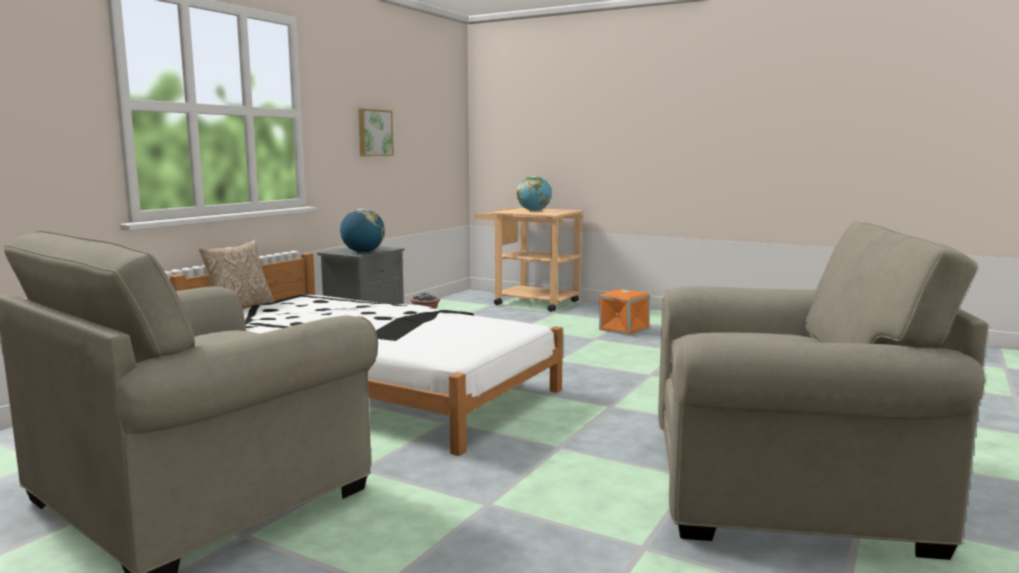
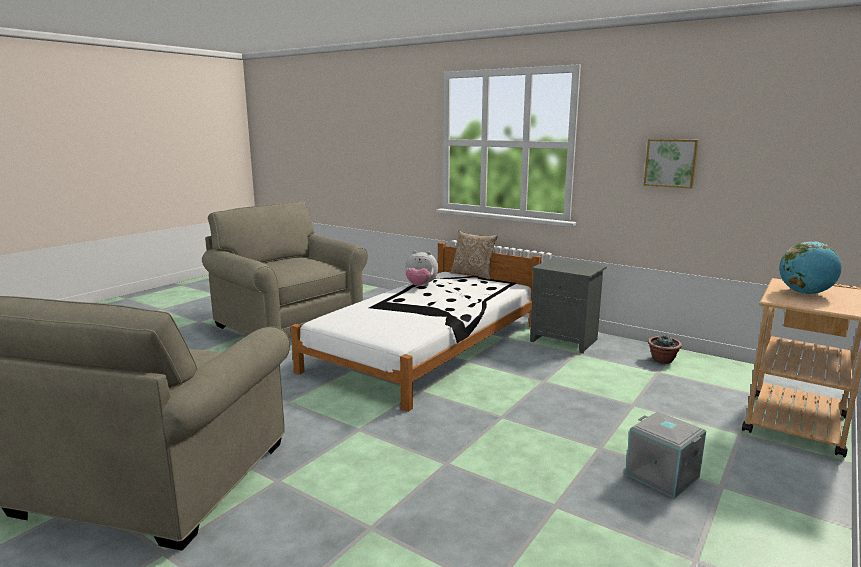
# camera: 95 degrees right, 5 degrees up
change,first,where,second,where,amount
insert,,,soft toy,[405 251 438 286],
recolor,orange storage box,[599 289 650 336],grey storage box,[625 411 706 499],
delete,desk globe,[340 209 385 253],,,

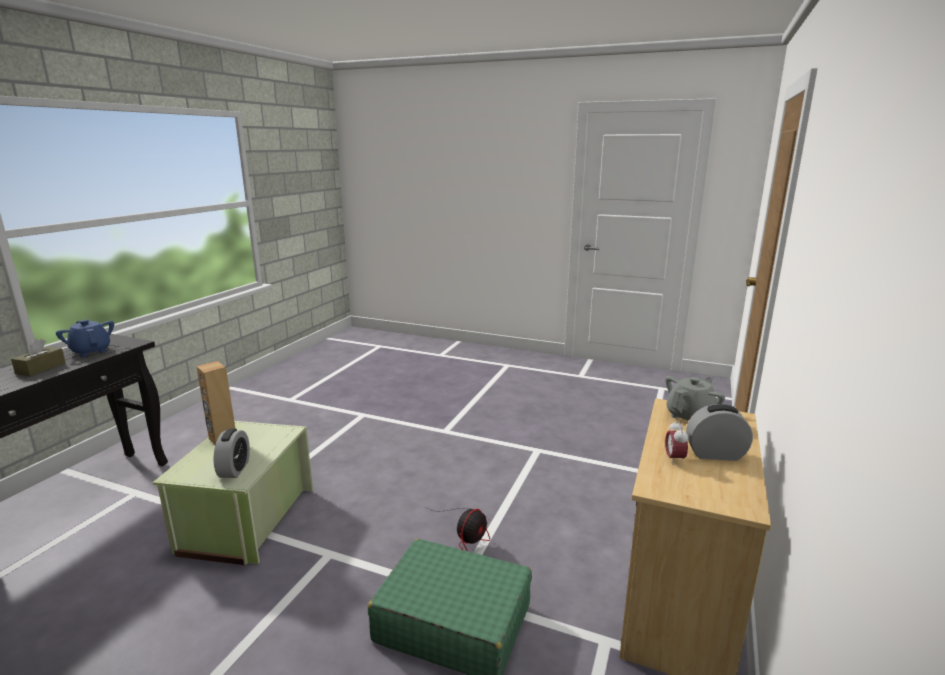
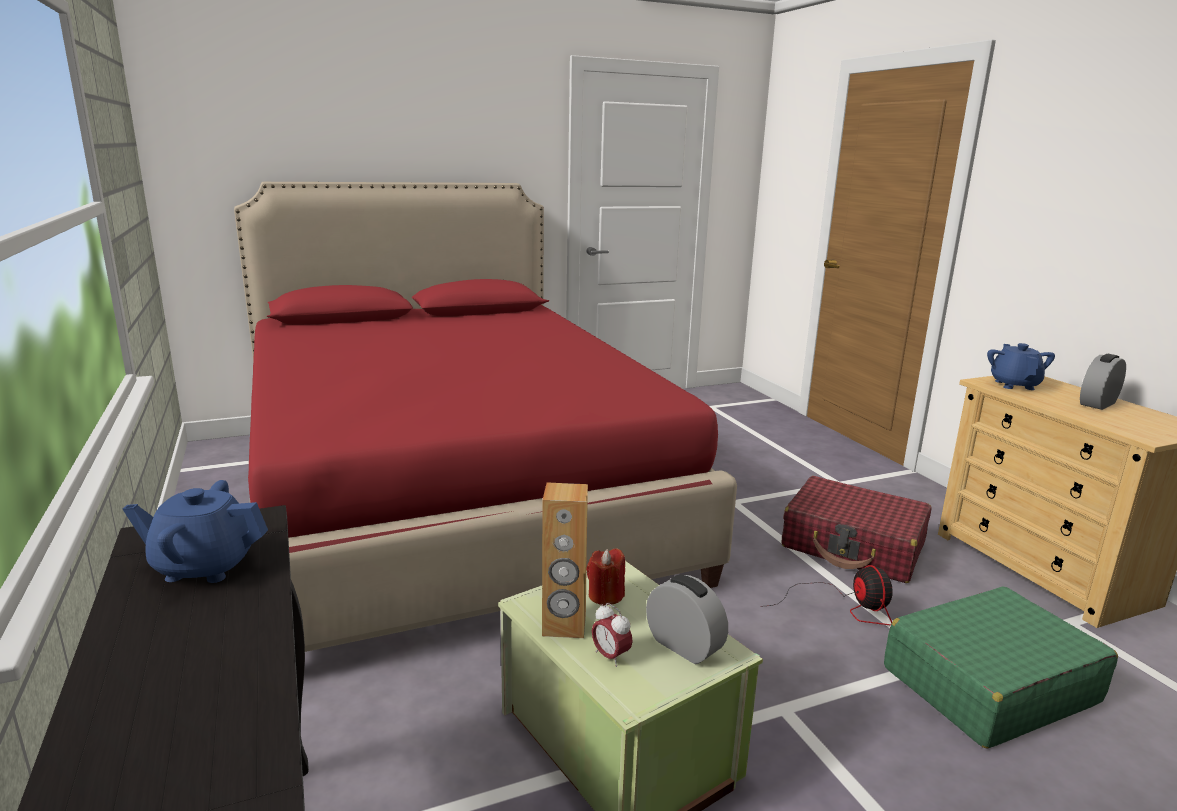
# camera: 45 degrees left, 0 degrees up
change,first,where,second,where,amount
insert,,,red bedroom bed,[234 182 737 652],
insert,,,red wax candle,[586 548 625 606],
move,alarm clock,[665 420 688 465],,[592 603 633 667],
insert,,,red travel case,[781 476 932 583],
recolor,grey teapot,[665 376 725 421],blue teapot,[987 343 1055 390],
delete,brown-coloured tissue holder,[11 339 66 376],,,

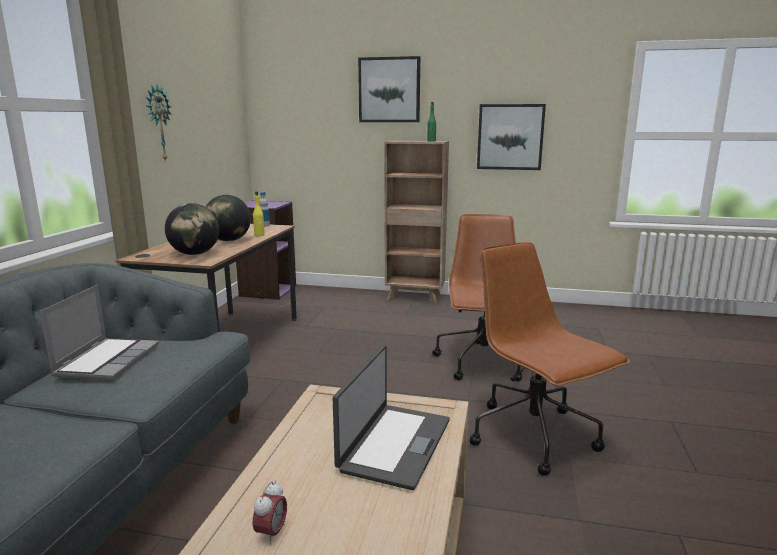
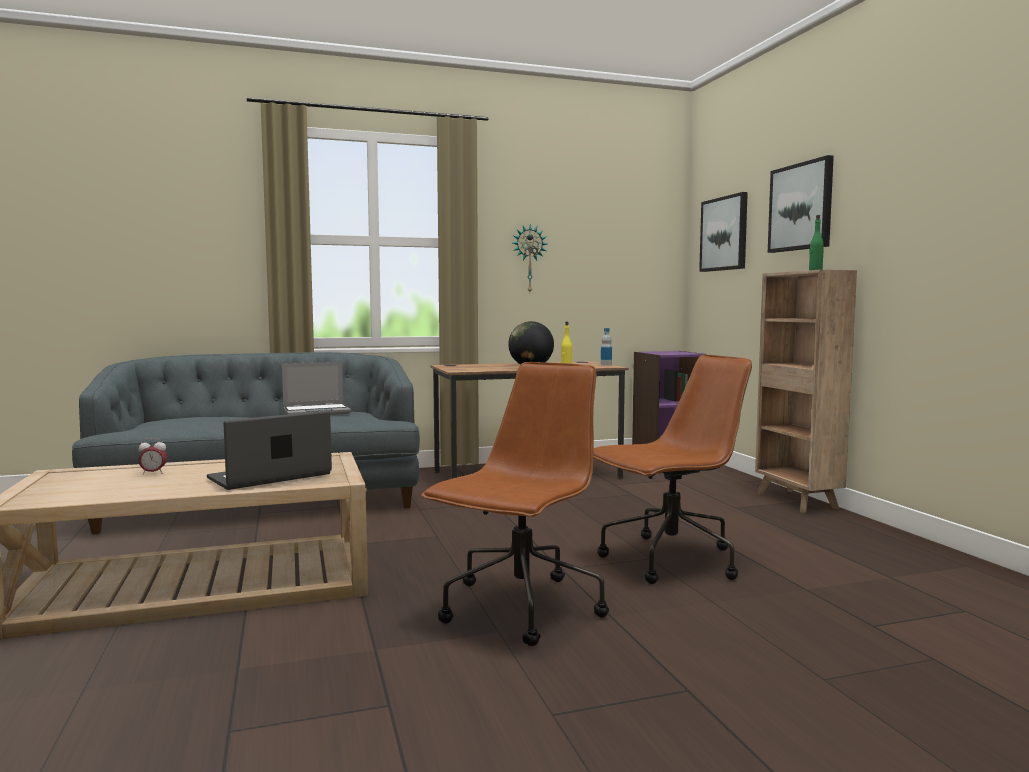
# camera: 60 degrees right, 10 degrees down
change,first,where,second,where,amount
rotate,notebook computer,[333 345 450 490],,[207 411 332 490],150 degrees clockwise
move,picture,[477 104 546 170],,[699 192 748 272],
delete,desk globe,[165 203 219 255],,,

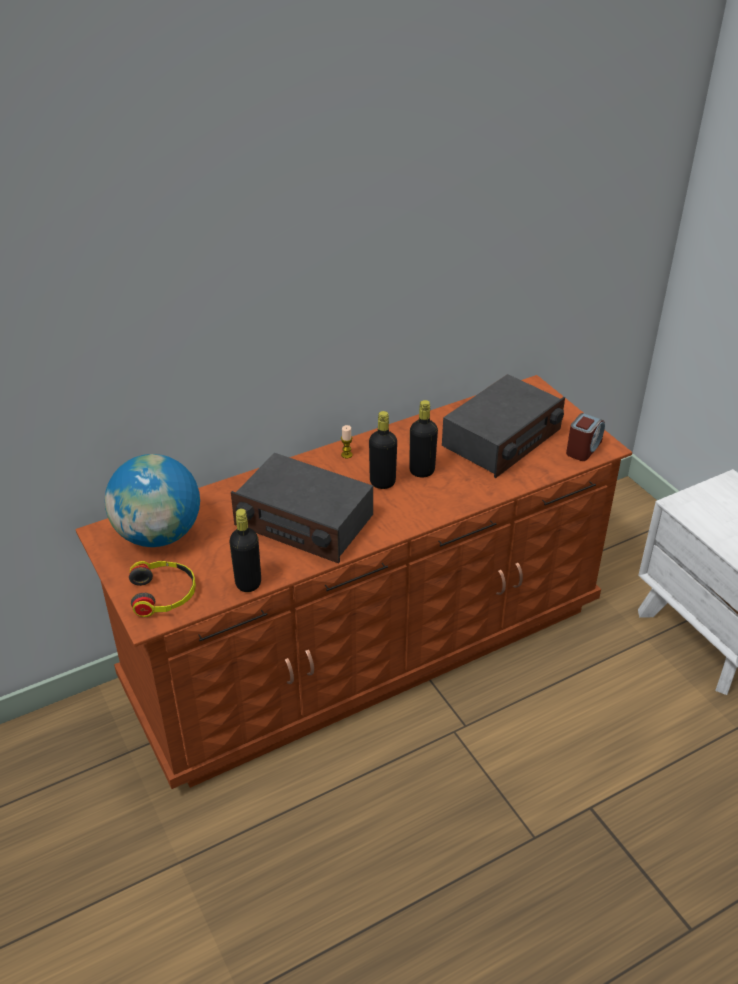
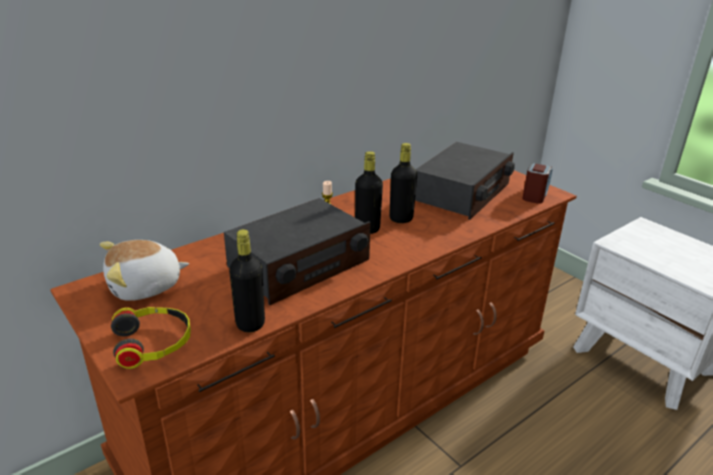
# camera: 10 degrees left, 10 degrees down
change,first,where,second,where,amount
replace,desk globe,[105 454 200 547],soft toy,[100 240 189 301],
rotate,radio set,[231 453 373 564],,[224 198 371 305],60 degrees counterclockwise

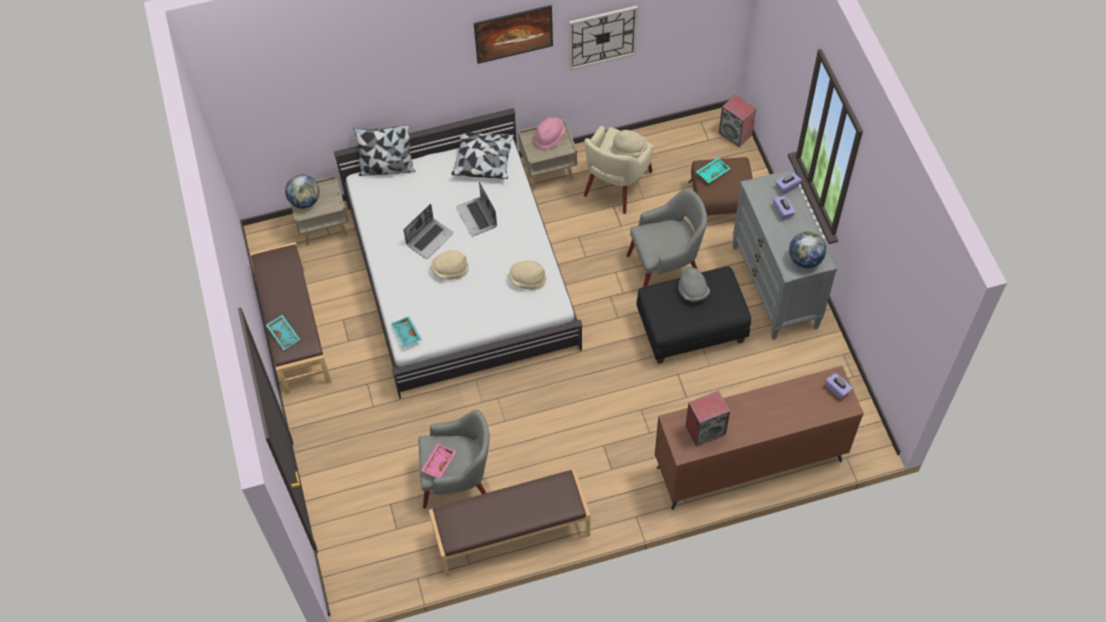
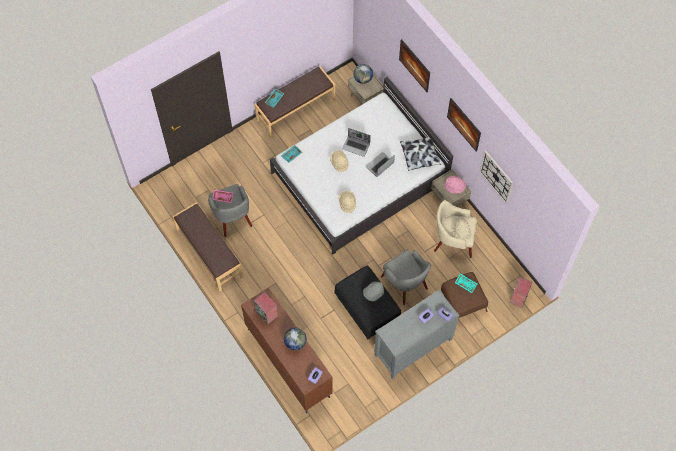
# camera: 70 degrees right, 5 degrees up
change,first,where,second,where,amount
move,desk globe,[789 231 826 268],,[284 328 306 350],
insert,,,picture,[399 39 430 92],
delete,throw pillow,[353 125 415 176],,,

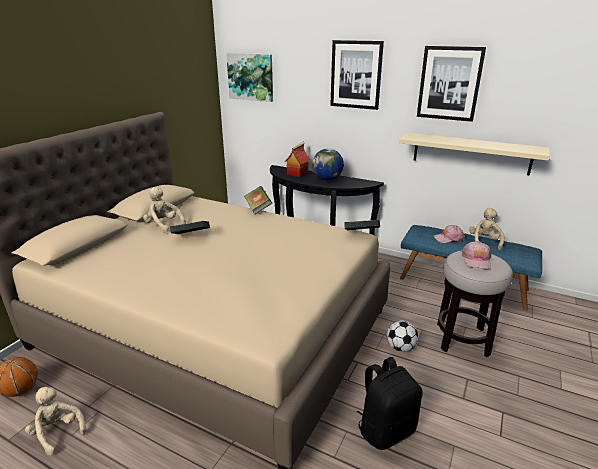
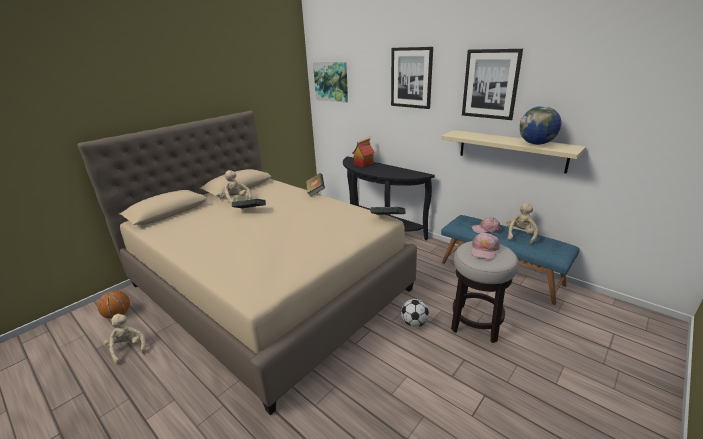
# camera: 15 degrees right, 0 degrees up
change,first,where,second,where,amount
move,desk globe,[312 148 344 181],,[520 106 561 145],
delete,black-coloured rucksack,[356 357 423 450],,,

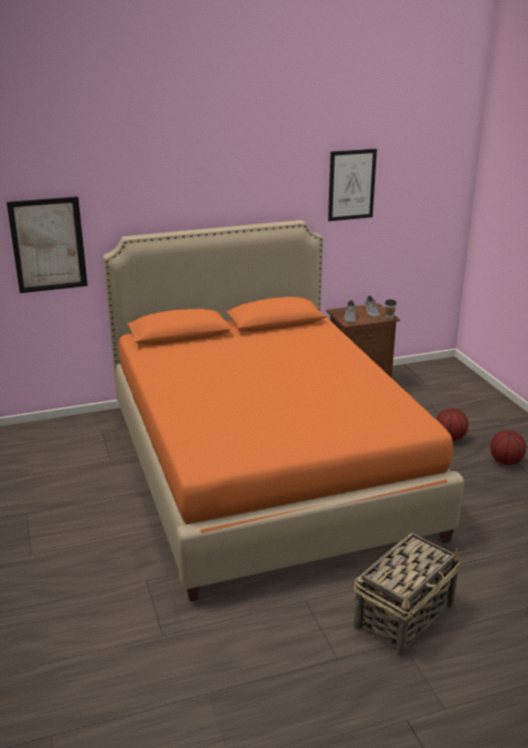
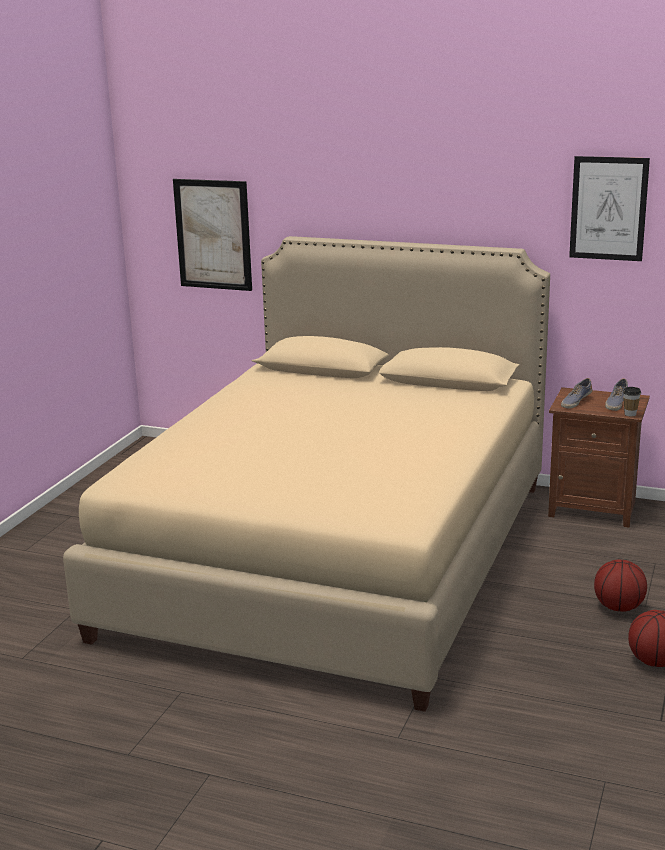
# camera: 40 degrees right, 5 degrees down
change,first,where,second,where,amount
recolor,orange bedroom bed,[103 220 464 602],sand-coloured bedroom bed,[63 236 550 712],
delete,household basket,[353 533 461 656],,,

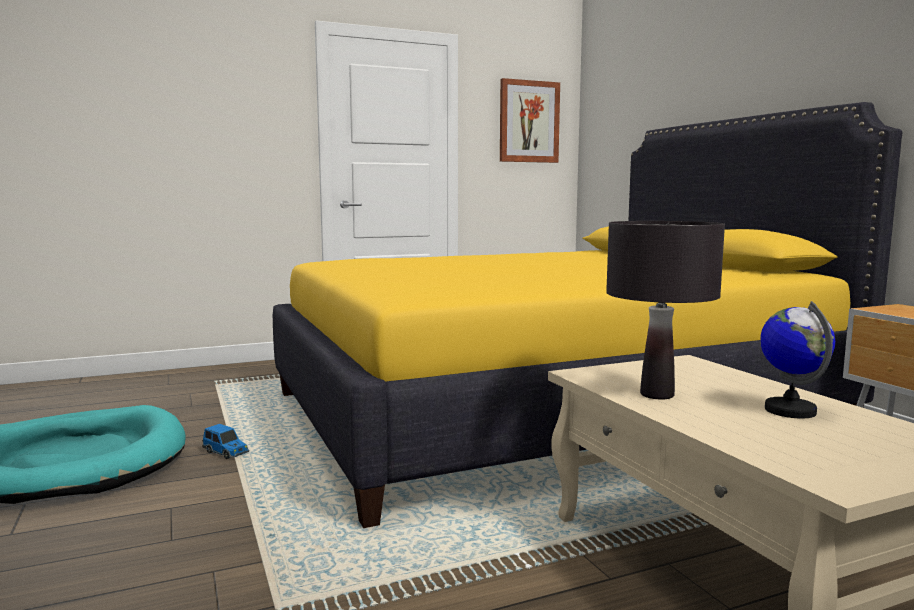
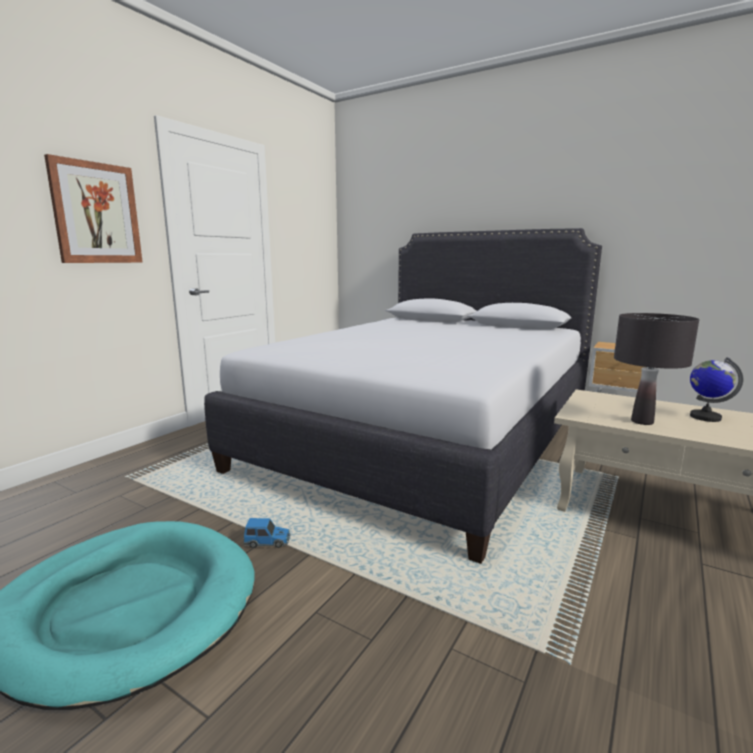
# camera: 35 degrees left, 5 degrees up
change,first,where,second,where,amount
move,picture,[500 78 560 163],,[44 154 143 263],
recolor,yellowish bedroom bed,[273 102 903 528],white-coloured bedroom bed,[204 228 602 564],

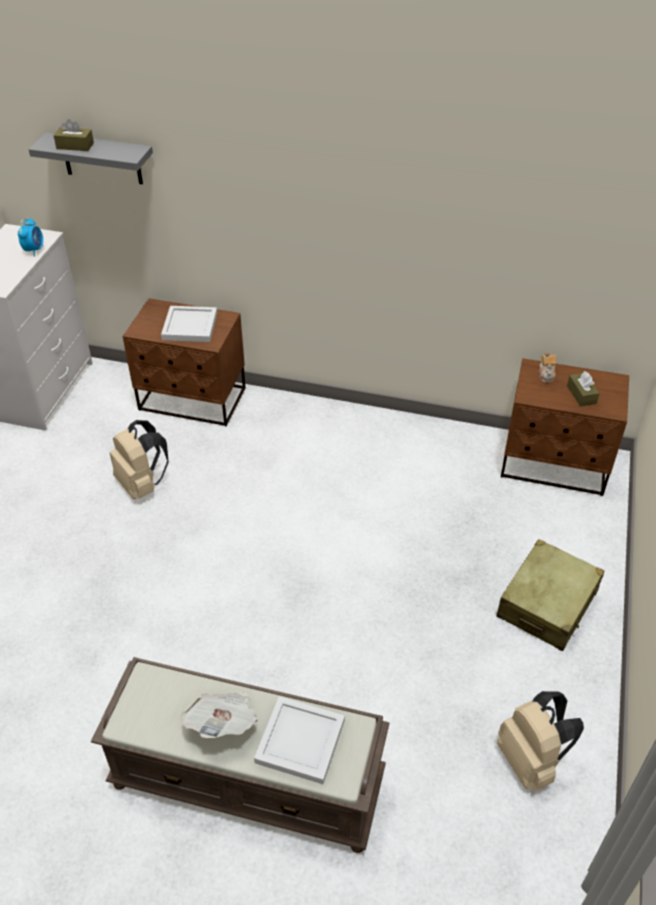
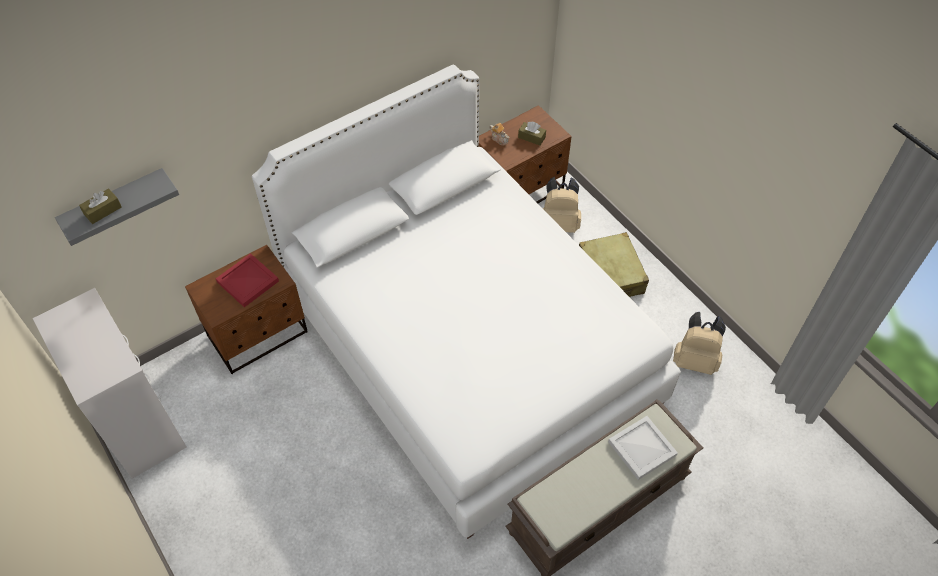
# camera: 50 degrees left, 10 degrees up
change,first,where,second,where,amount
recolor,white-coloured serving tray,[161 306 217 342],red serving tray,[216 253 279 307],
insert,,,white-coloured bedroom bed,[252 65 681 539],
move,sand-coloured rucksack,[110 420 169 499],,[543 177 581 233],
delete,alarm clock,[18 218 43 256],,,
delete,printed paper,[181 692 257 738],,,

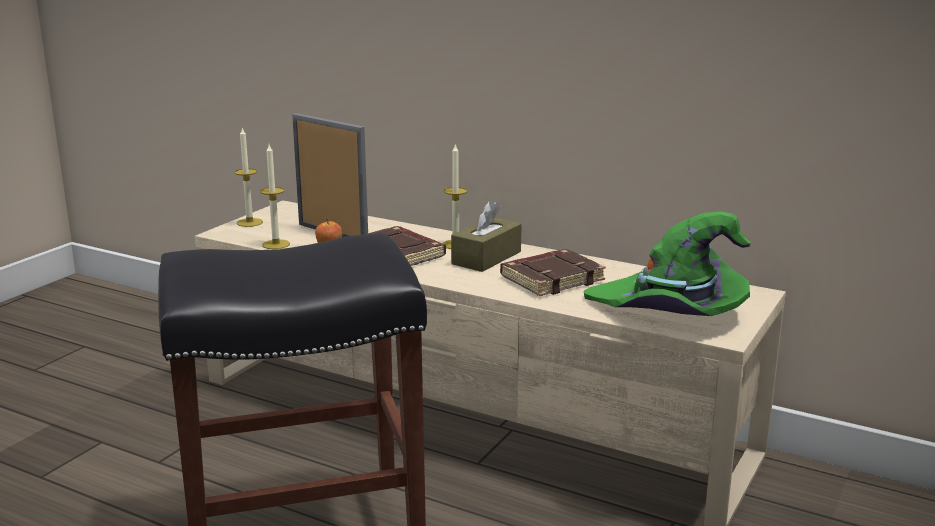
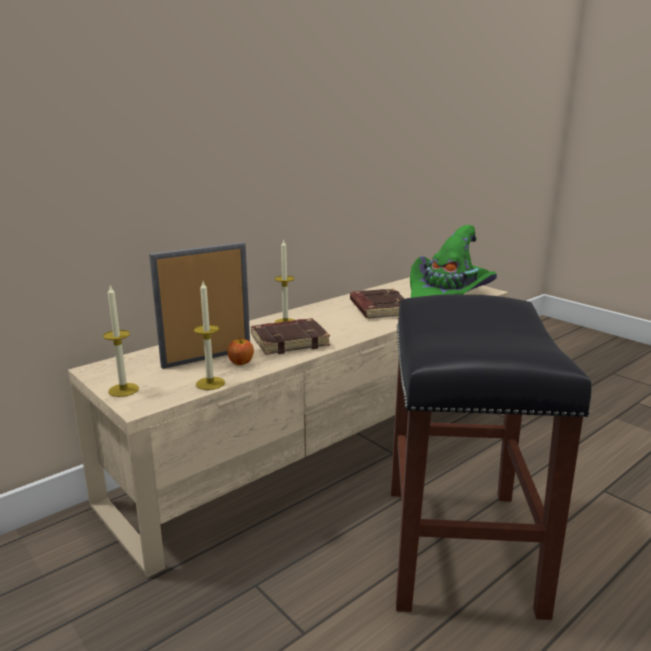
# camera: 70 degrees left, 0 degrees up
change,first,where,second,where,amount
delete,brown-coloured tissue holder,[451 200 522 272],,,

